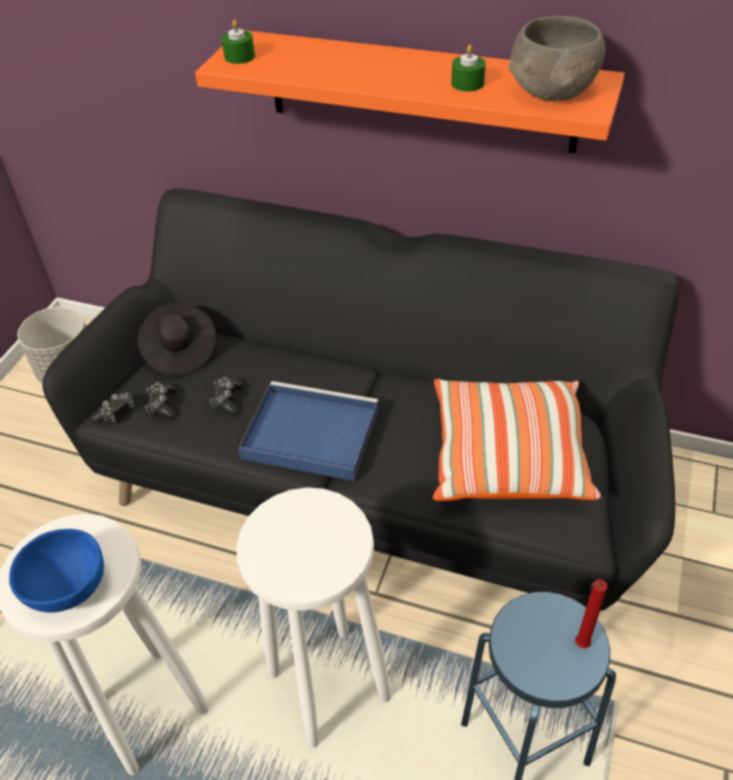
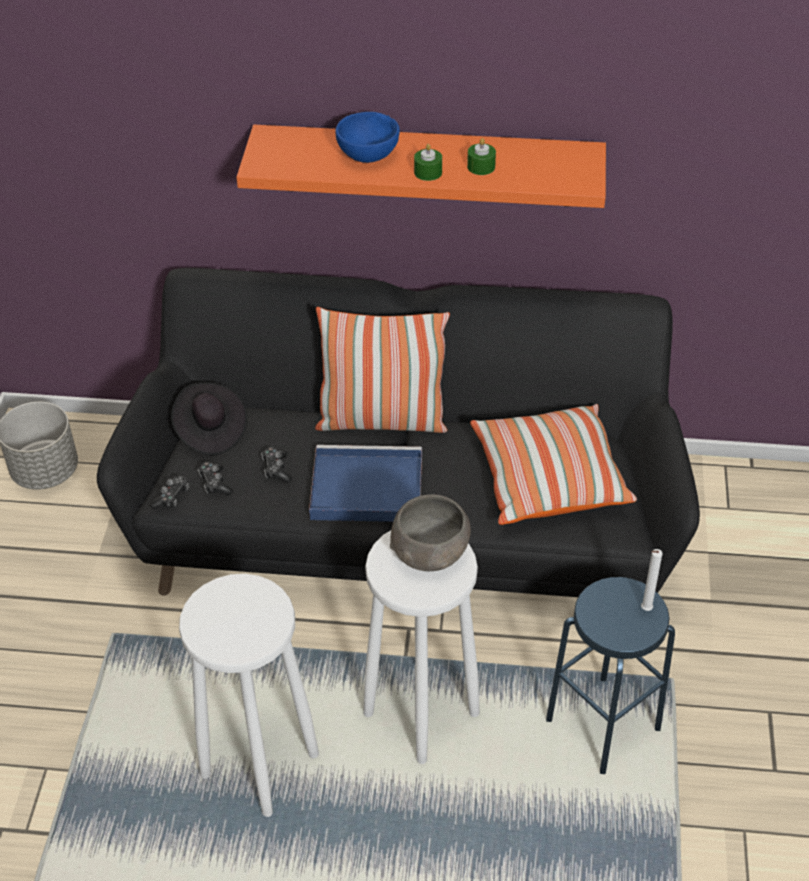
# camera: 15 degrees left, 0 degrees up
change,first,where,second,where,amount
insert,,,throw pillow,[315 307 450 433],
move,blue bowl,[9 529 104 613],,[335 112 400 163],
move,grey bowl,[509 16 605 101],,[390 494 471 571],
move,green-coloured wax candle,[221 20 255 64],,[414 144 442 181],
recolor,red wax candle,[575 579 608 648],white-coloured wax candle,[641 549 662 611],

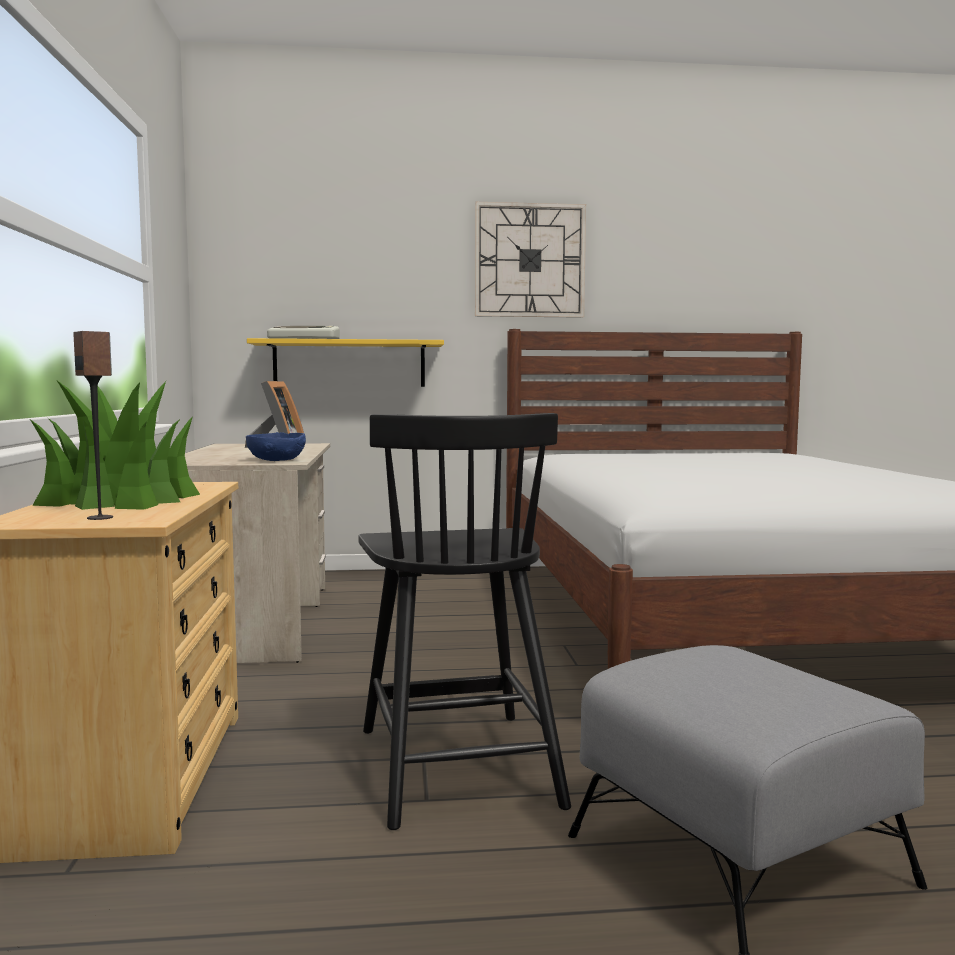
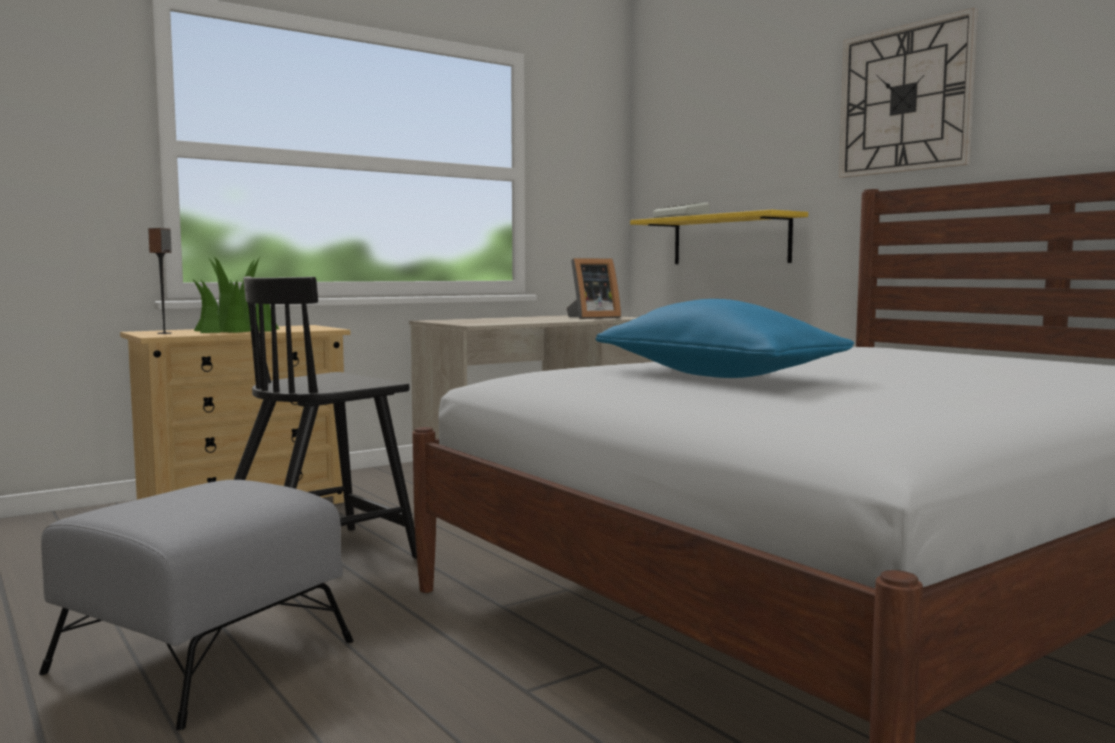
# camera: 60 degrees right, 0 degrees up
change,first,where,second,where,amount
insert,,,blue throw pillow,[596 299 854 378],
delete,blue bowl,[246 432 306 461],,,

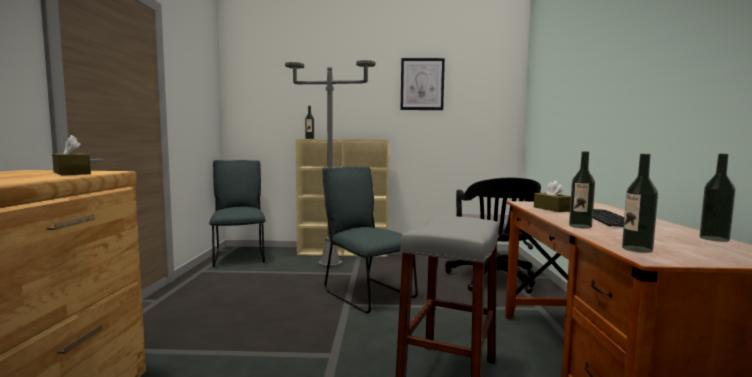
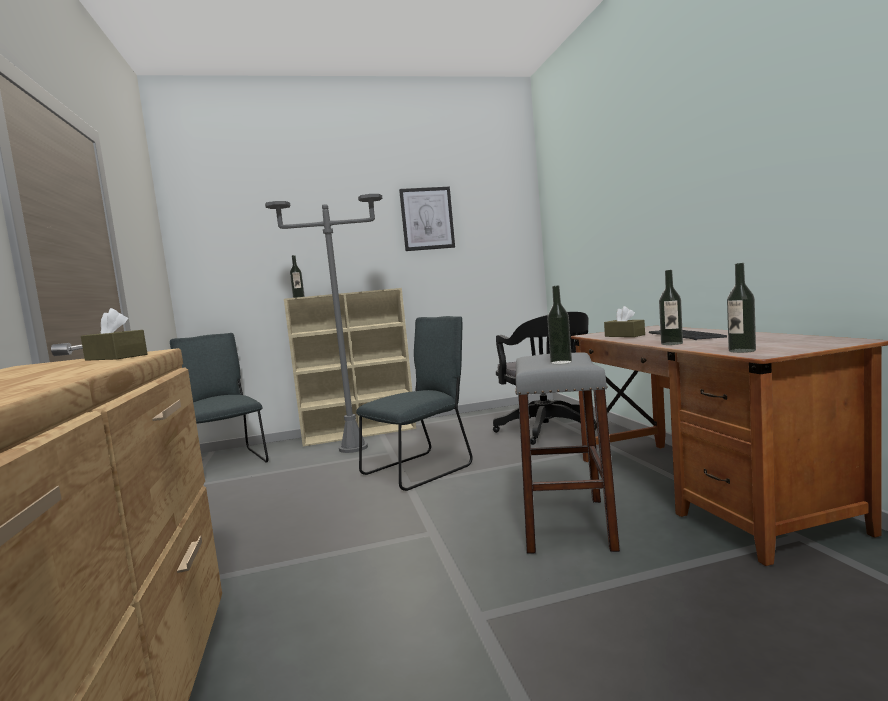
# camera: 15 degrees left, 0 degrees up
change,first,where,second,where,amount
rotate,grey chair,[322 167 418 313],,[356 316 473 491],105 degrees clockwise
move,bottle,[700 154 735 242],,[547 285 572 364],

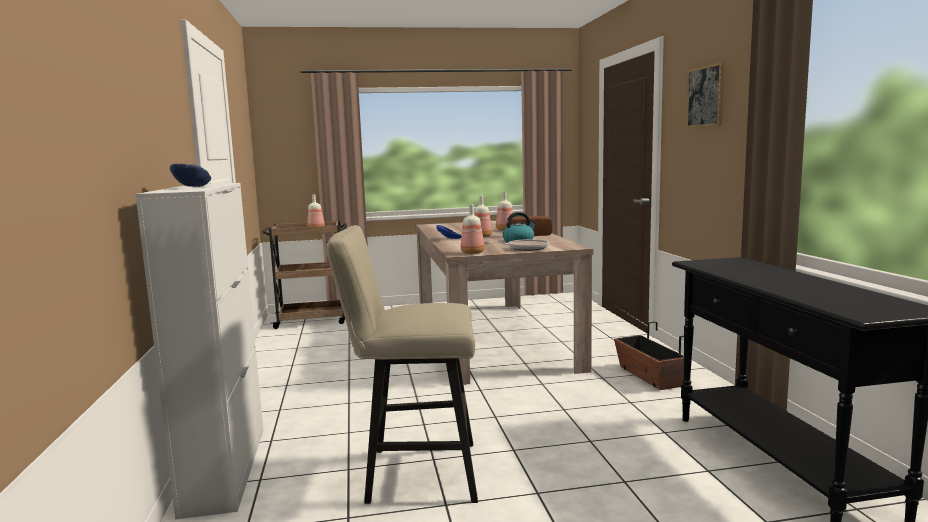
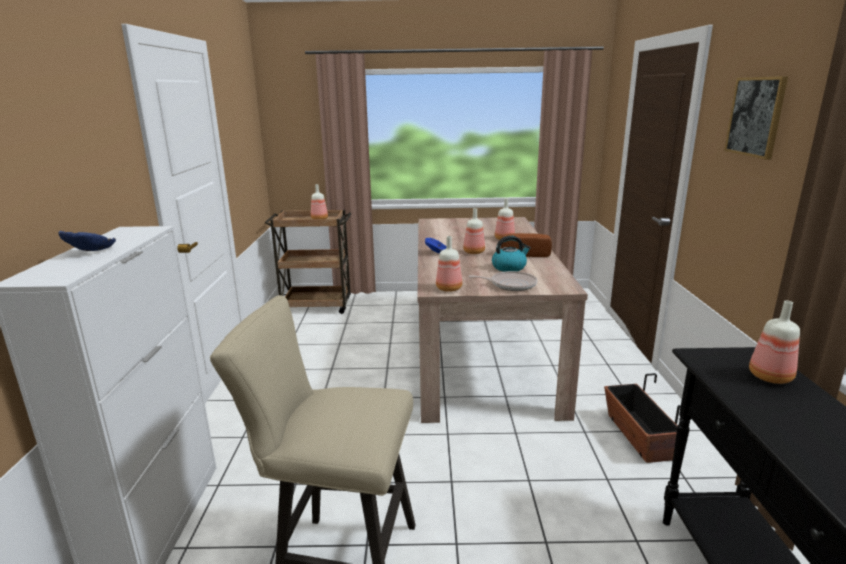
# camera: 10 degrees right, 10 degrees up
change,first,where,second,where,amount
insert,,,bottle,[749 301 800 384],

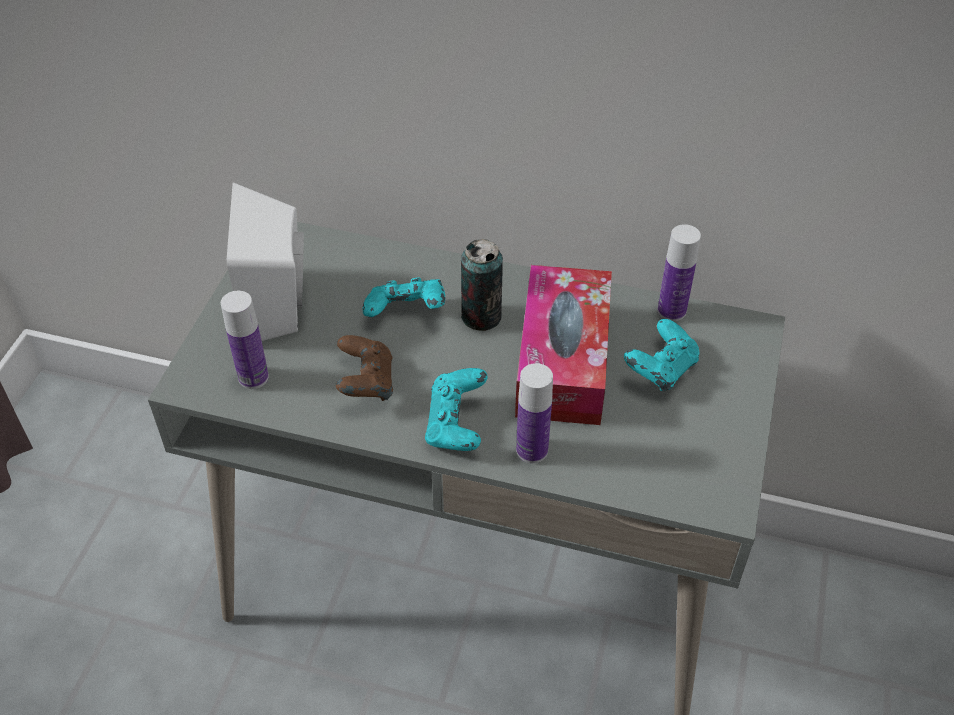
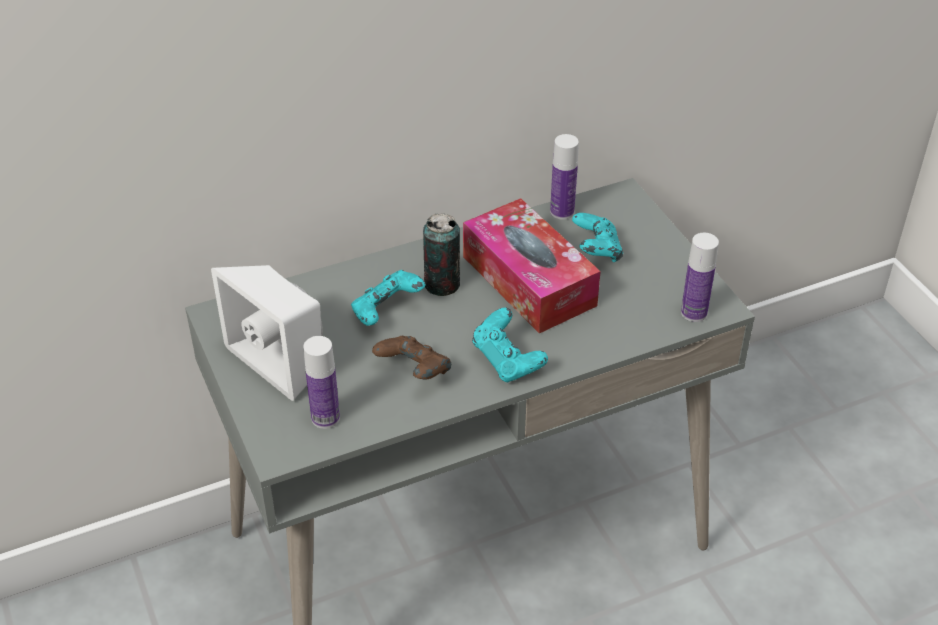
# camera: 40 degrees left, 5 degrees down
change,first,where,second,where,amount
move,bottle,[516 363 553 463],,[681 233 719 322],

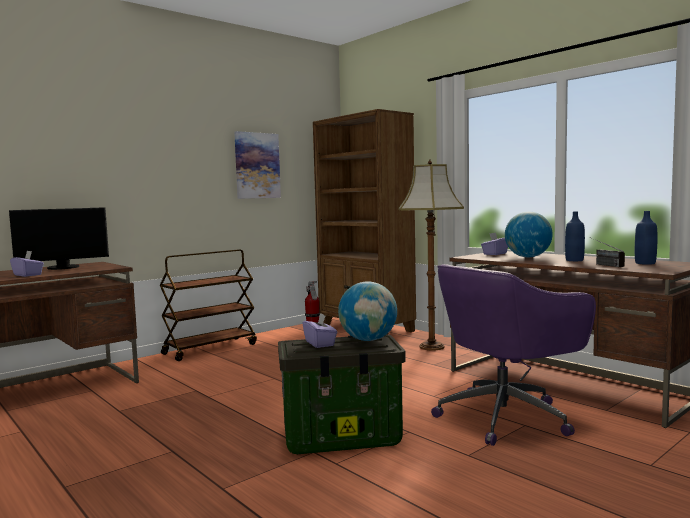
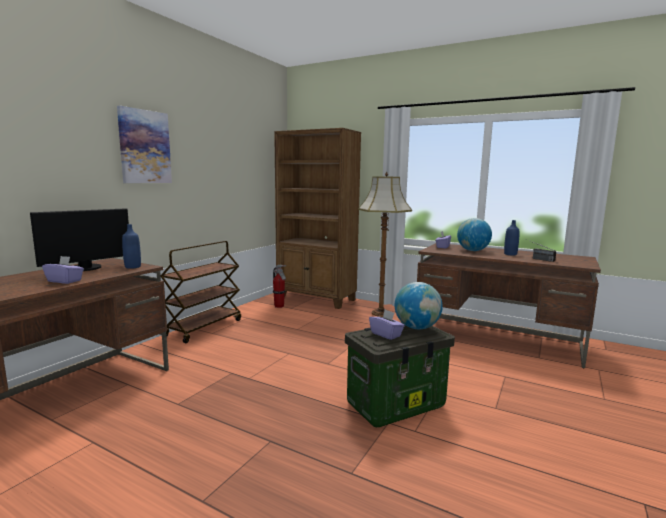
# camera: 20 degrees left, 5 degrees up
change,first,where,second,where,amount
move,picture,[234 131 281 199],,[117 106 172 183],
move,blue bottle,[635 211 657 265],,[122 224 141 269],
delete,purplish office chair,[431 264 596 446],,,

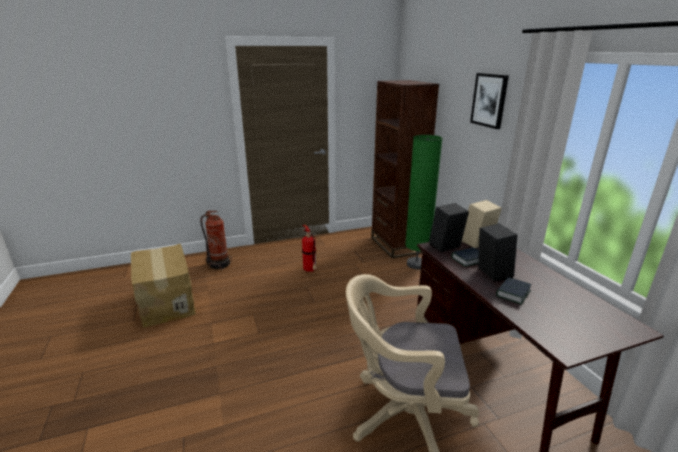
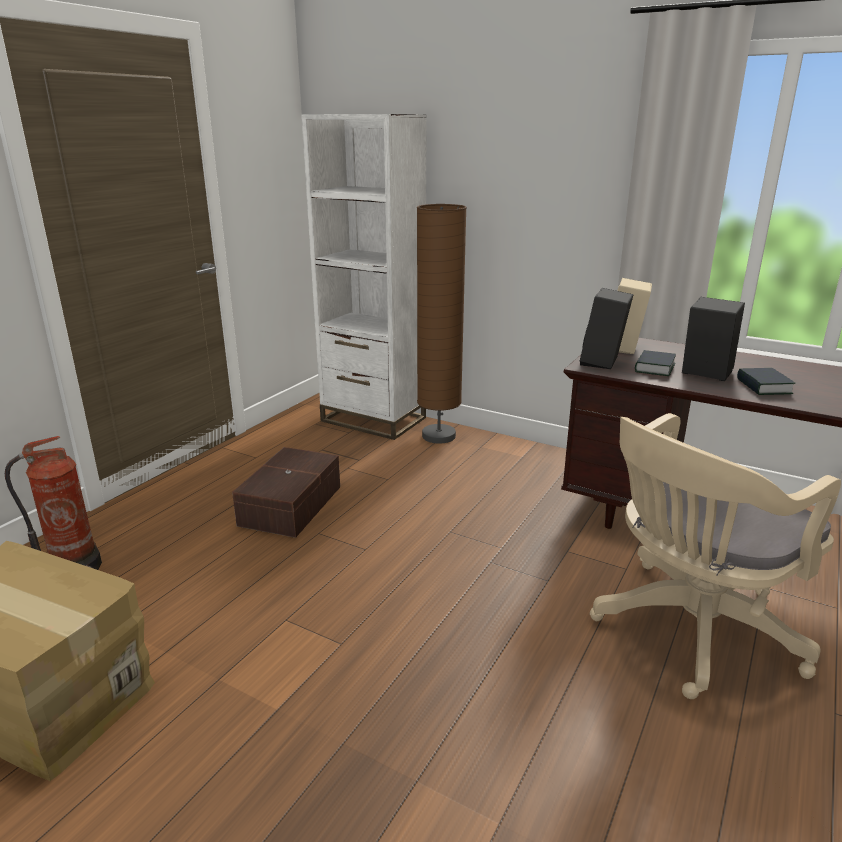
# camera: 40 degrees left, 0 degrees up
change,first,where,second,where,amount
replace,fire extinguisher,[302 223 317 272],brown-coloured storage box,[232 447 340 538],
recolor,brown-coloured bookcase,[371 80 439 259],white-coloured bookcase,[301 114 427 440],
recolor,green-coloured standard lamp,[405 135 443 269],brown-coloured standard lamp,[417 204 467 444],
delete,picture,[470 73 509 129],,,

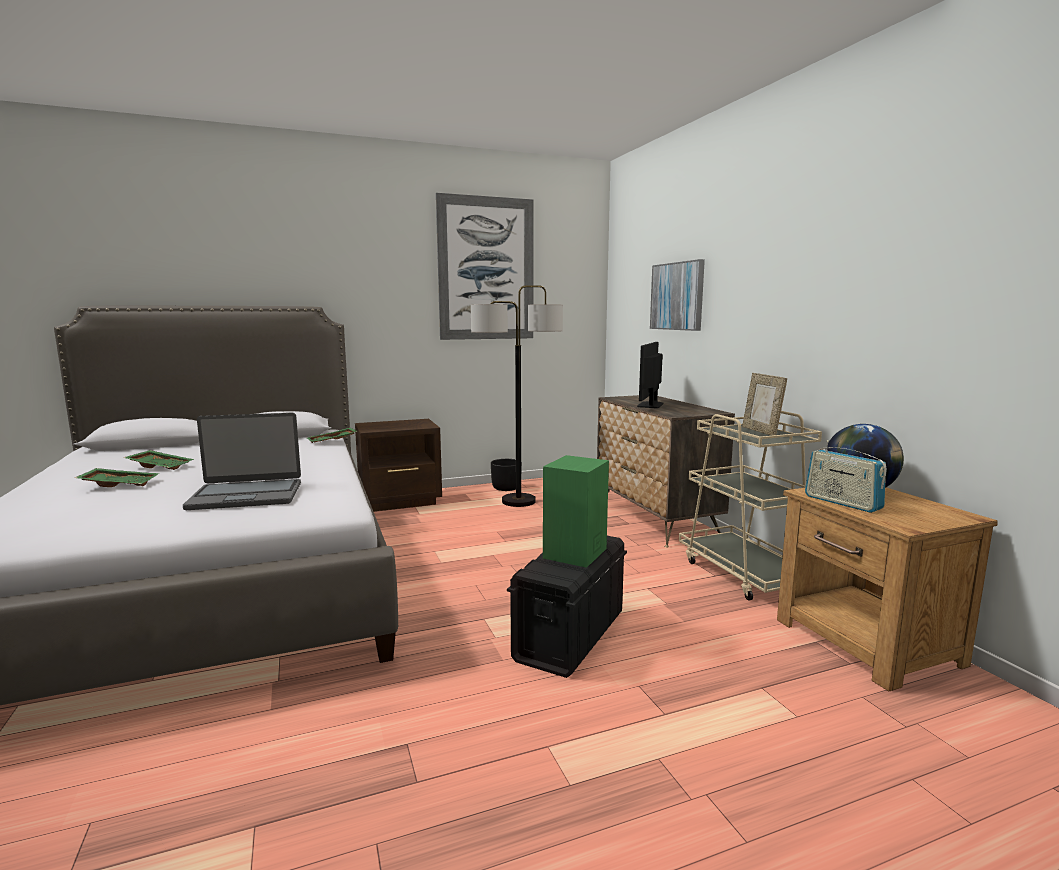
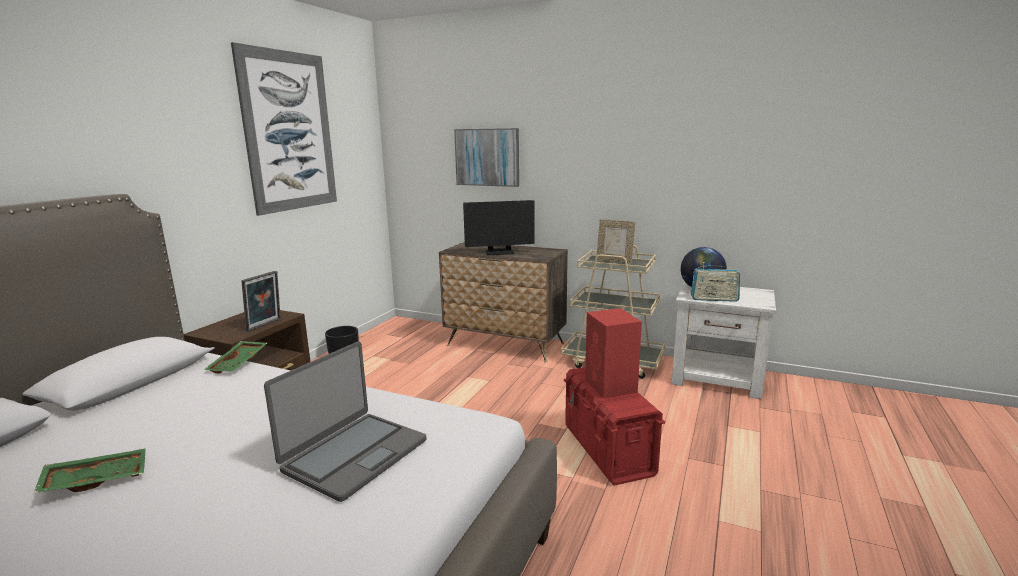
# camera: 45 degrees left, 5 degrees up
change,first,where,second,where,amount
insert,,,picture frame,[241 271 281 331],
rotate,computer screen,[637 342 663 408],,[463 200 534 255],75 degrees counterclockwise
recolor,black-coloured storage box,[507 536 627 678],red storage box,[564 367 665 486],
recolor,green-coloured loudspeaker,[543 455 609 568],red loudspeaker,[585 308 642 399],
recolor,brown-coloured night table,[777 487 998 692],white-coloured night table,[672 282 776 399],
delete,green-coloured serving tray,[75 468 159 487],,,
delete,standard lamp,[471 285 563 507],,,

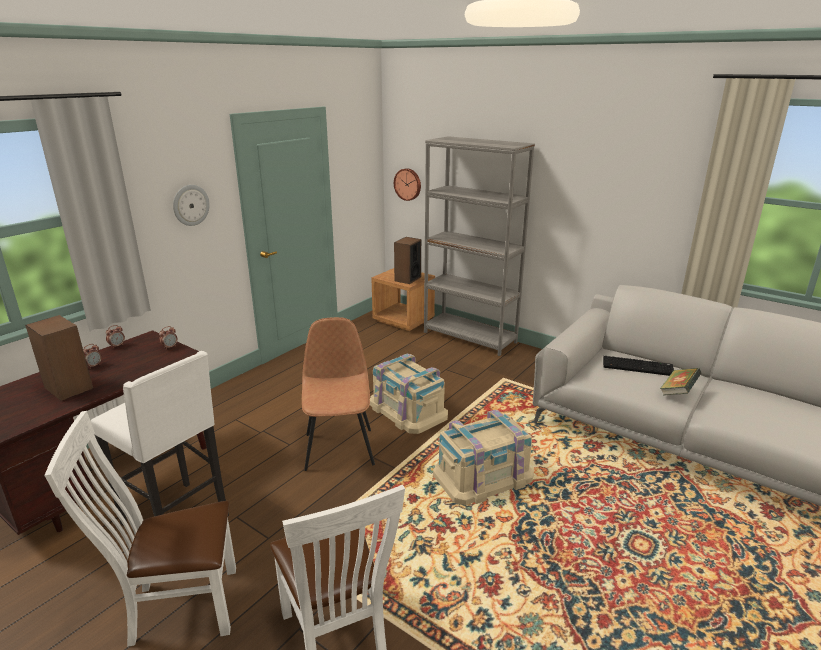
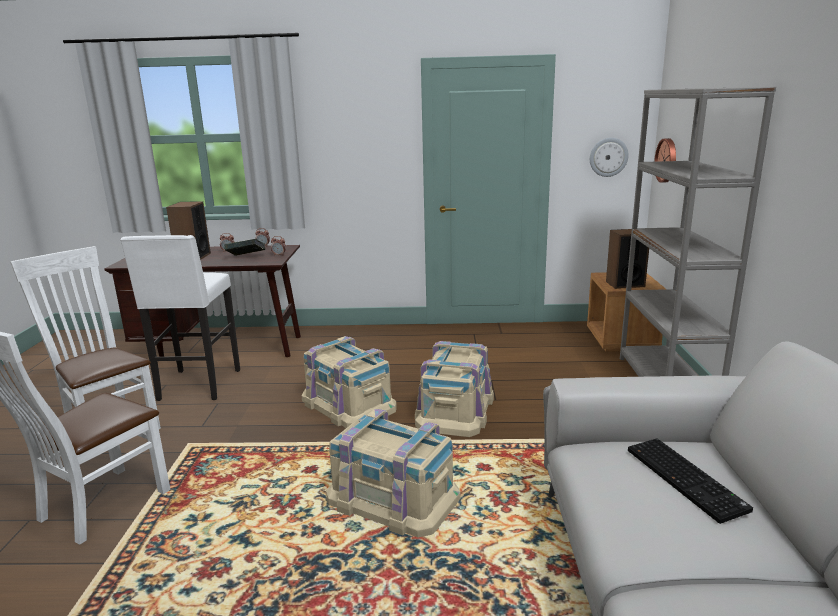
# camera: 55 degrees right, 5 degrees down
change,first,where,second,where,amount
move,book,[660 368 702 396],,[224 239 266 256],
replace,brown-coloured chair,[302 317 375 471],sand-coloured storage box,[302 336 397 428],
move,hanging clock,[173 185 210 226],,[590 138 628 177],

